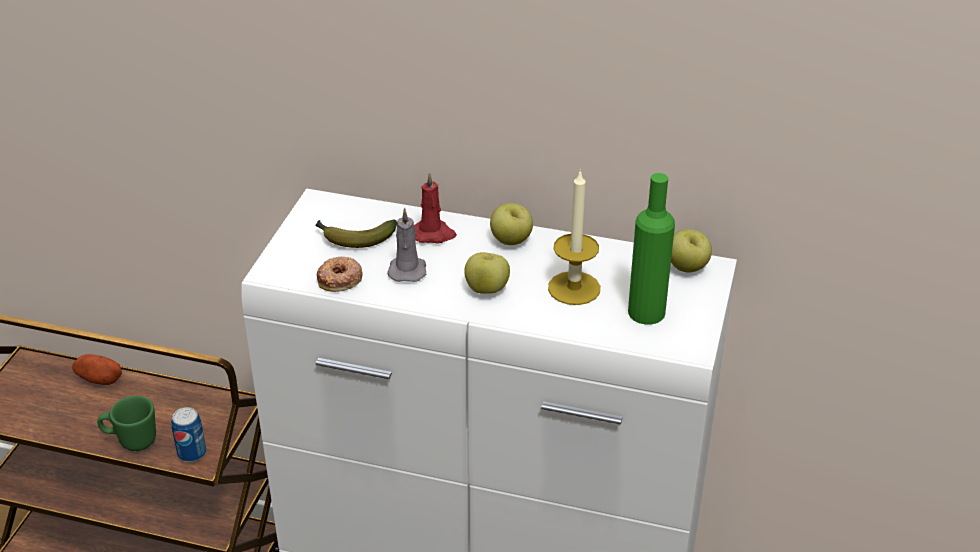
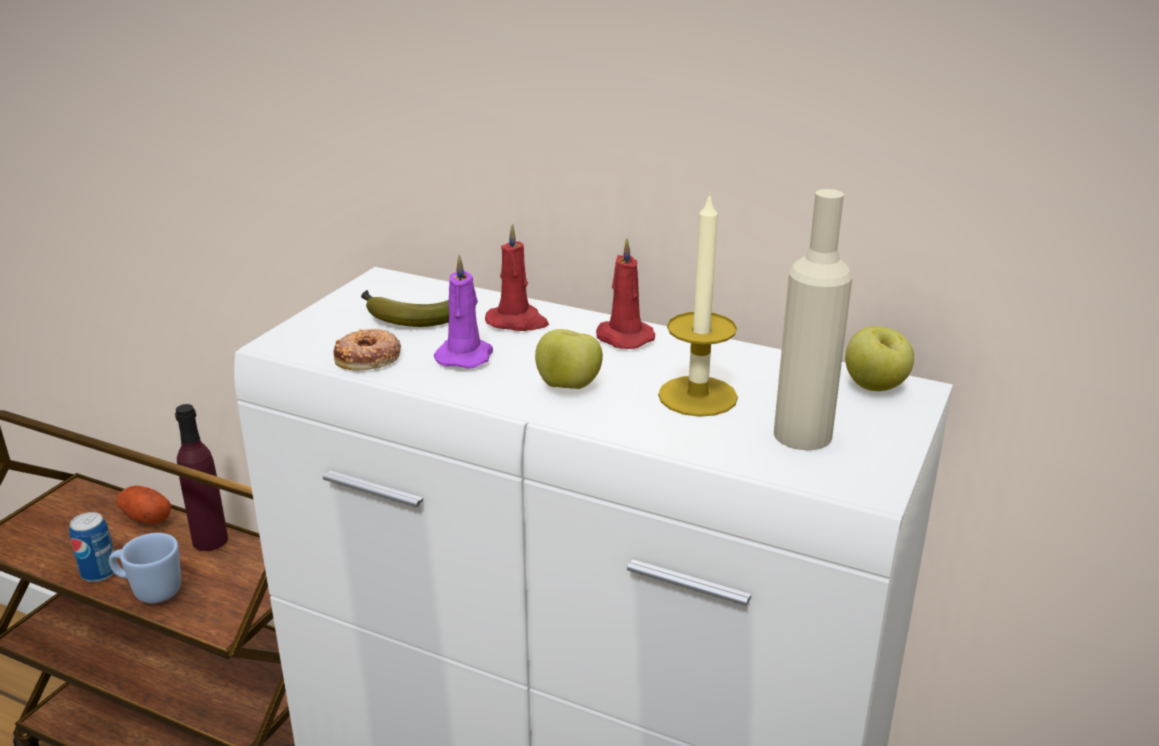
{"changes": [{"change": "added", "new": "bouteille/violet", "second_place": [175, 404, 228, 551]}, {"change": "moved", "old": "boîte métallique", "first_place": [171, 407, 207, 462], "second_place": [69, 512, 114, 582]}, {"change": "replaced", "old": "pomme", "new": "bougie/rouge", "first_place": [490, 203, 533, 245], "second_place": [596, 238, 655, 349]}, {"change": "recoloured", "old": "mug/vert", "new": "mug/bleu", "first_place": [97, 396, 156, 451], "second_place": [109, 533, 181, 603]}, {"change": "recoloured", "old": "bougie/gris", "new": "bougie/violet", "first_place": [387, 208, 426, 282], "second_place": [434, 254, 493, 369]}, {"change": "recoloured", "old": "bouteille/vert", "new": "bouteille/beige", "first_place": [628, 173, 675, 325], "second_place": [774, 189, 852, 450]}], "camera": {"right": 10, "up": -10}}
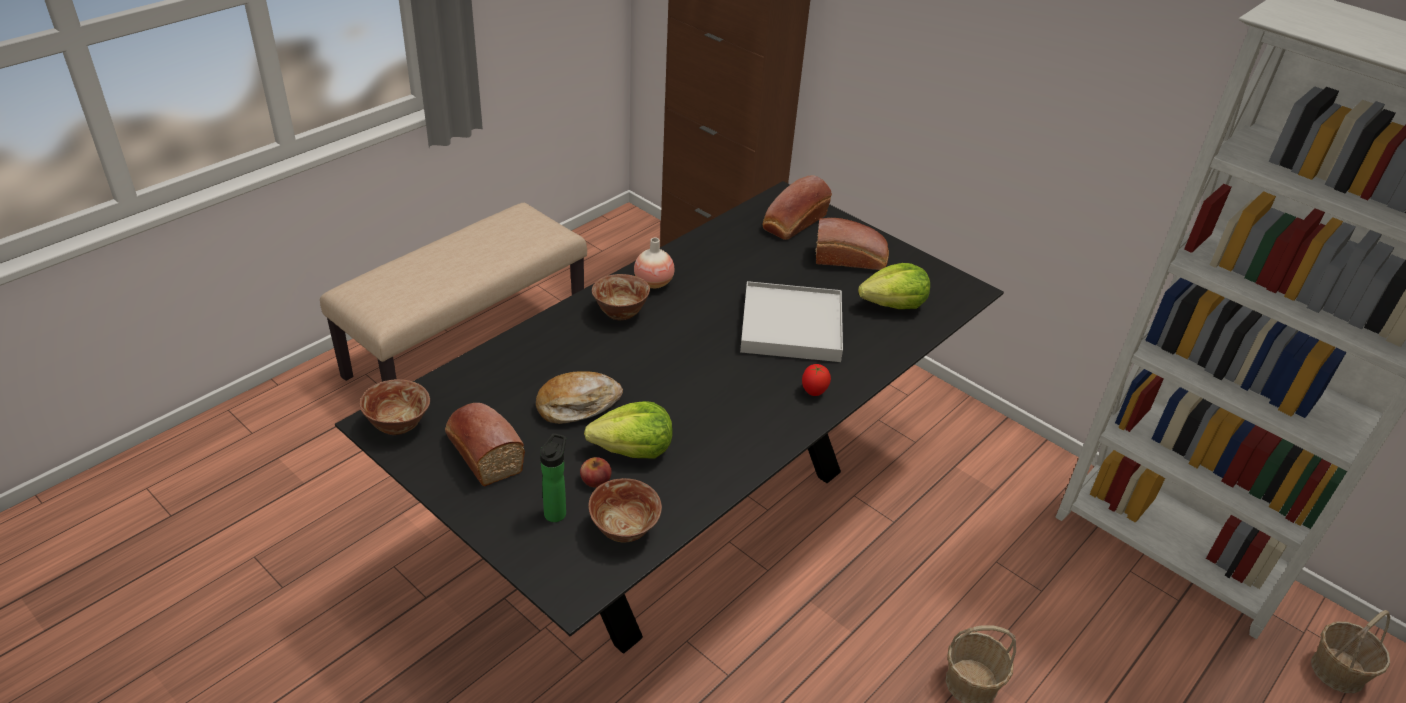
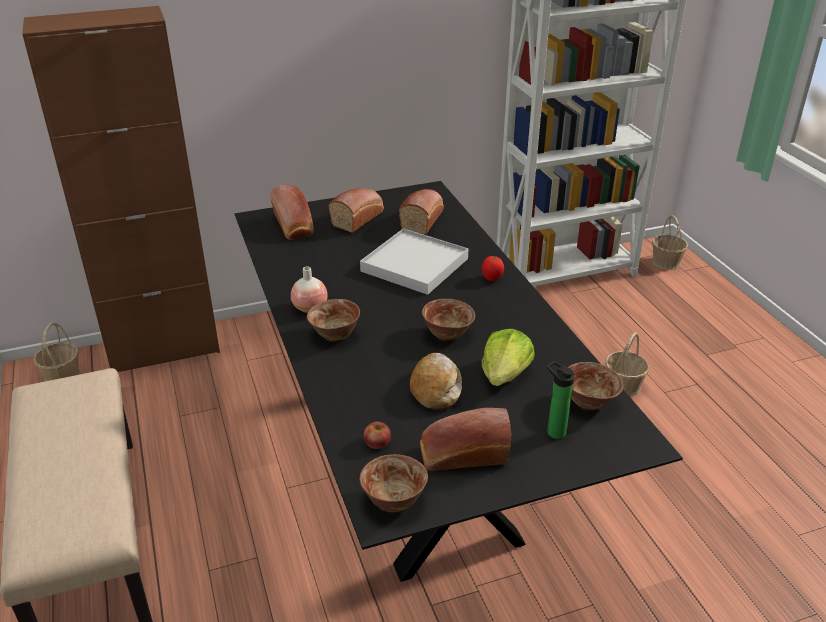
{"changes": [{"change": "added", "new": "panier", "second_place": [33, 322, 81, 381]}, {"change": "added", "new": "bol", "second_place": [422, 299, 475, 341]}, {"change": "moved", "old": "pomme", "first_place": [580, 457, 612, 487], "second_place": [363, 421, 391, 449]}, {"change": "replaced", "old": "laitue", "new": "pain", "first_place": [858, 263, 930, 309], "second_place": [399, 189, 444, 235]}], "camera": {"right": -60, "up": -5}}
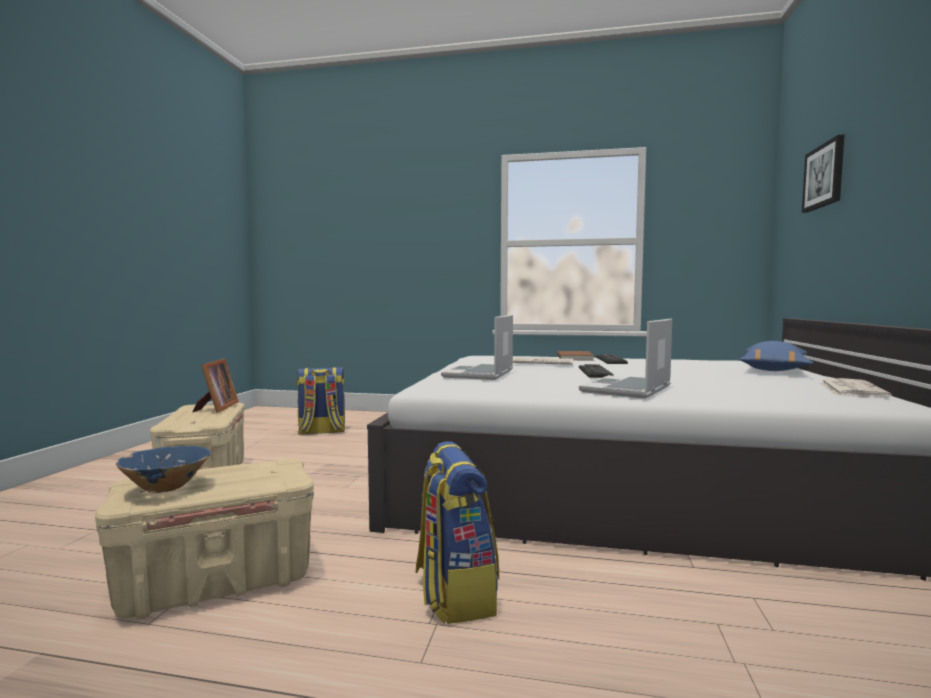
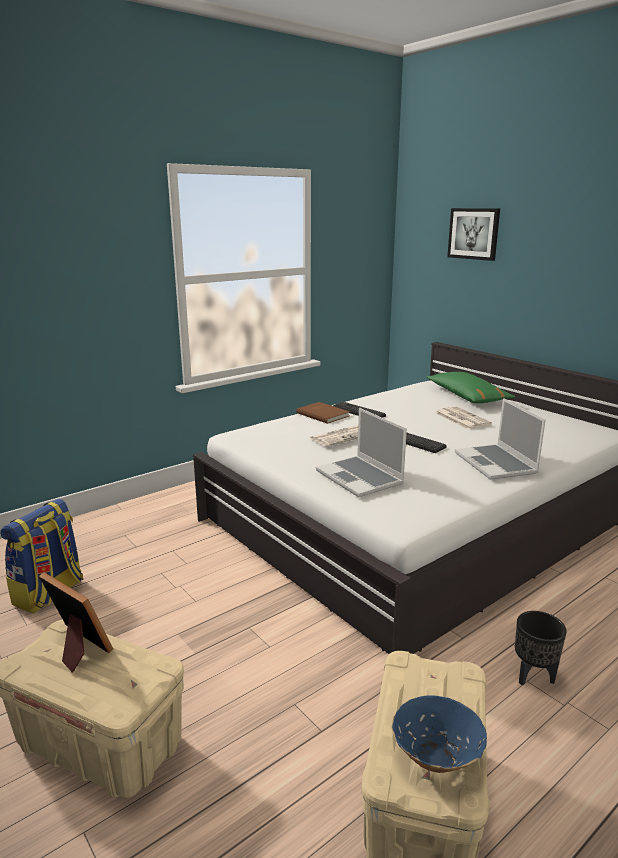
{"changes": [{"change": "moved", "old": "journal", "first_place": [819, 378, 892, 398], "second_place": [436, 406, 492, 429]}, {"change": "replaced", "old": "sac à dos", "new": "cache-pot/noir", "first_place": [416, 441, 499, 624], "second_place": [515, 611, 567, 686]}, {"change": "recoloured", "old": "coussin/bleu", "new": "coussin/vert", "first_place": [739, 341, 813, 371], "second_place": [427, 372, 515, 404]}], "camera": {"right": -50, "up": 15}}
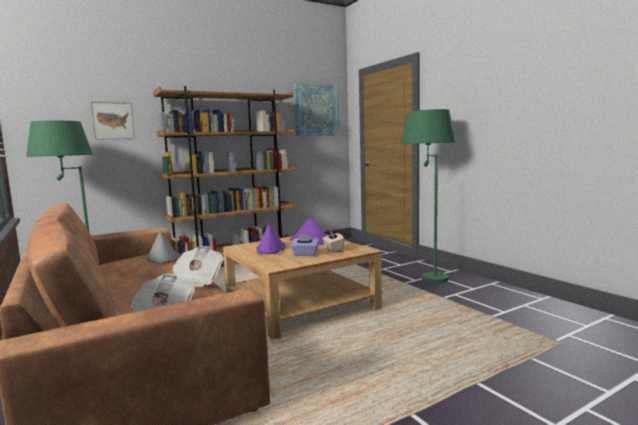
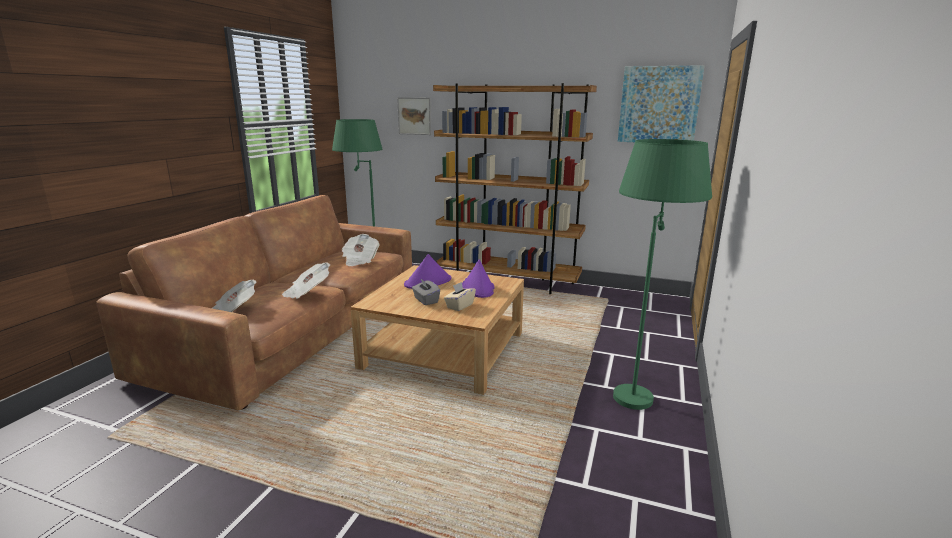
{"changes": [{"change": "replaced", "old": "chapeau/gris", "new": "journal", "first_place": [146, 230, 178, 264], "second_place": [342, 234, 380, 266]}, {"change": "recoloured", "old": "boîte à mouchoirs/violet", "new": "boîte à mouchoirs/gris", "first_place": [291, 235, 319, 256], "second_place": [412, 279, 440, 305]}], "camera": {"right": 50, "up": 10}}
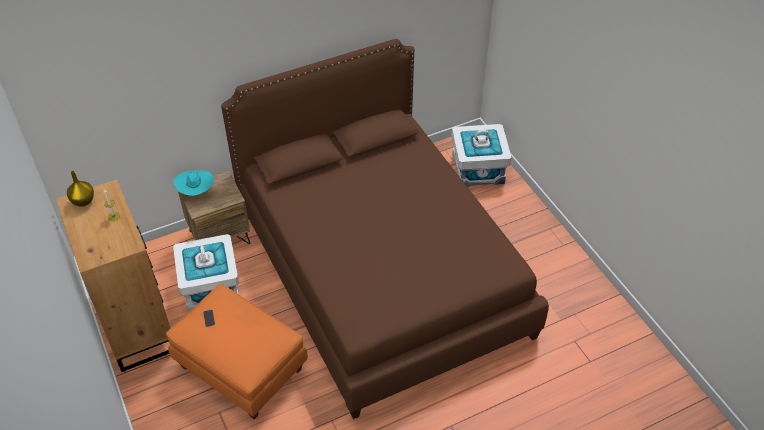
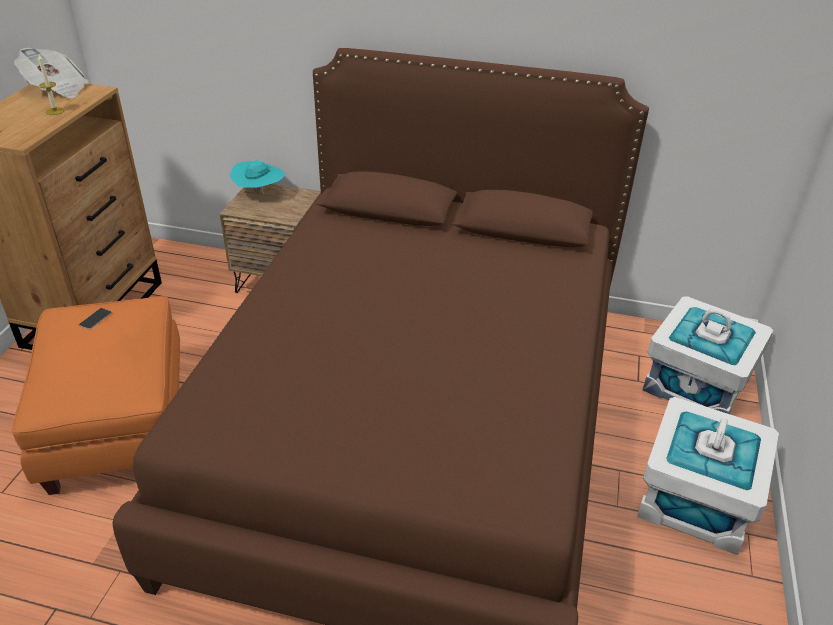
{"changes": [{"change": "moved", "old": "boîte de rangement/blanc", "first_place": [173, 234, 239, 312], "second_place": [637, 397, 779, 555]}, {"change": "replaced", "old": "vase/jaune", "new": "journal", "first_place": [67, 171, 94, 206], "second_place": [14, 48, 89, 98]}], "camera": {"right": 40, "up": -10}}
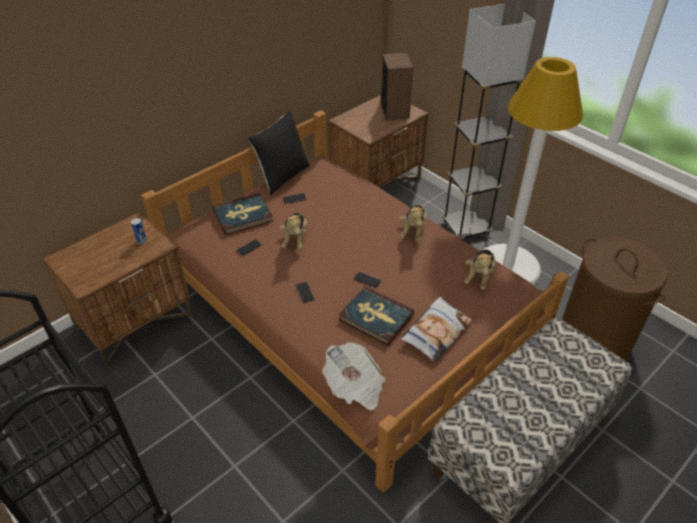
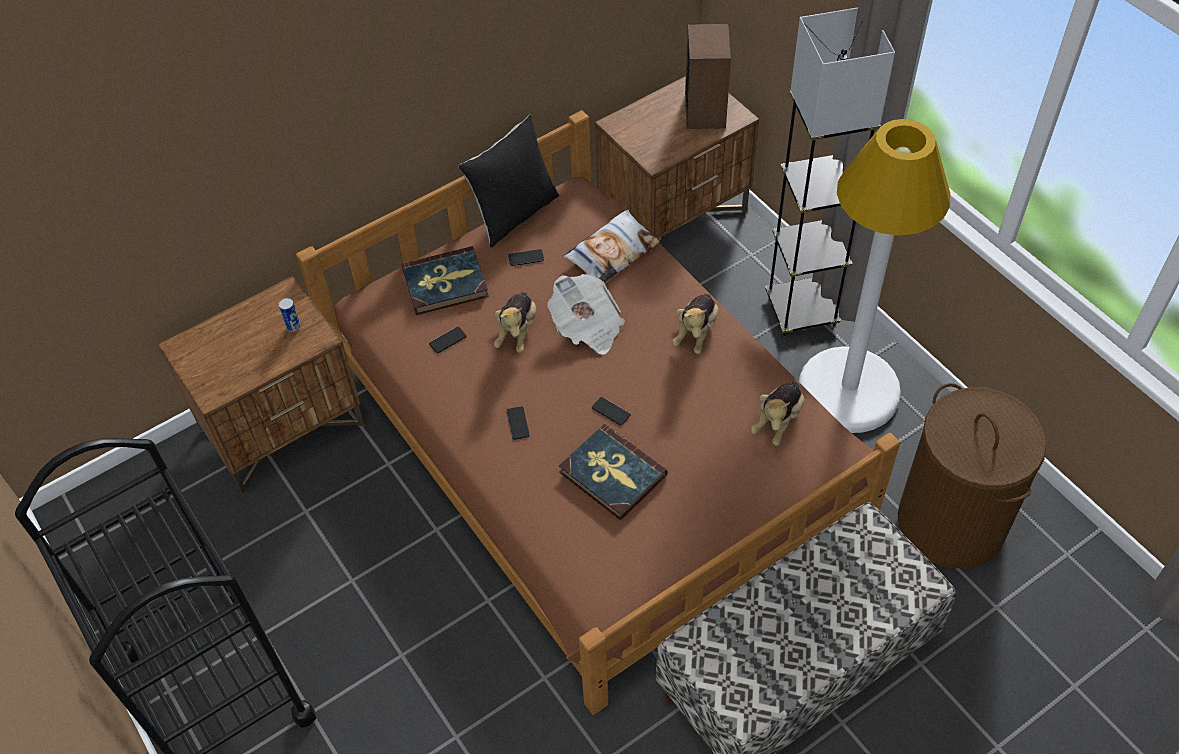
{"changes": [{"change": "moved", "old": "journal", "first_place": [322, 342, 386, 410], "second_place": [548, 274, 625, 355]}, {"change": "moved", "old": "coussin", "first_place": [400, 297, 473, 362], "second_place": [563, 210, 661, 282]}], "camera": {"right": 10, "up": 10}}
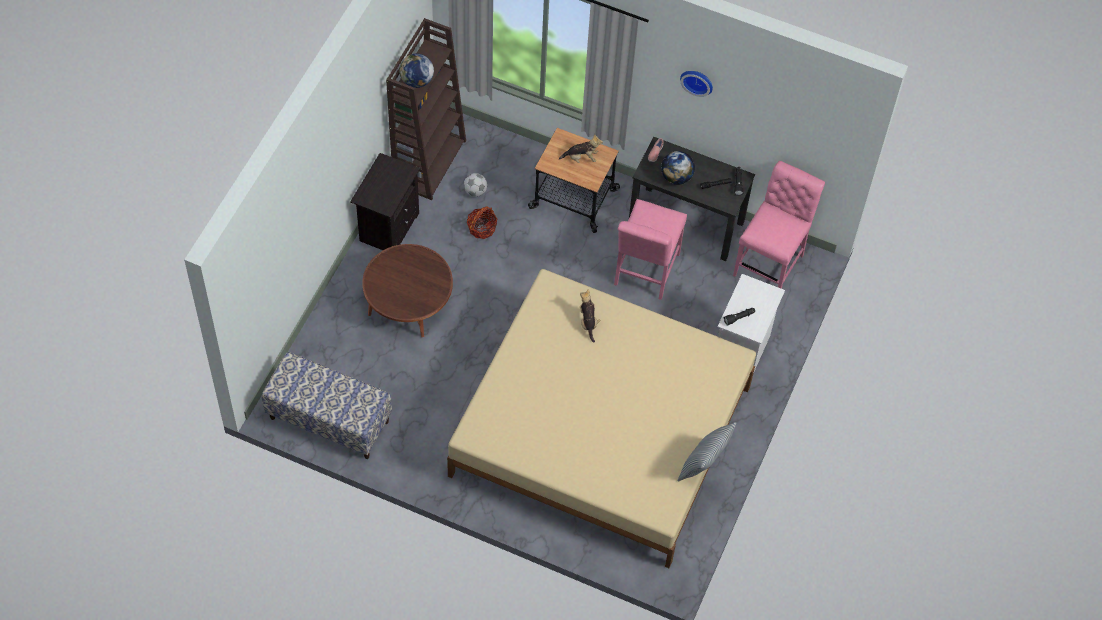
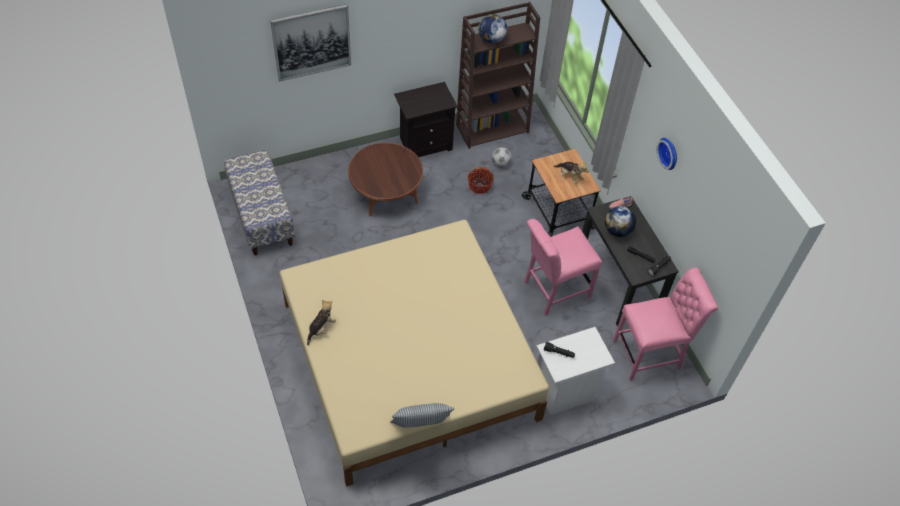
{"changes": [{"change": "added", "new": "tableau", "second_place": [270, 4, 351, 82]}, {"change": "moved", "old": "peluche", "first_place": [580, 289, 600, 343], "second_place": [307, 300, 336, 345]}], "camera": {"right": 45, "up": -5}}
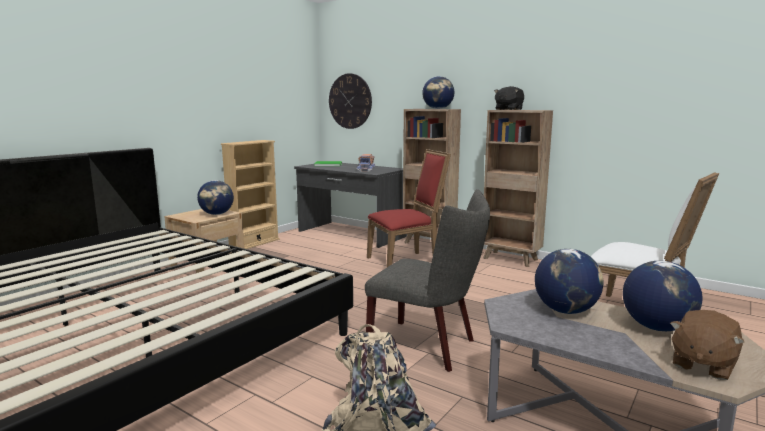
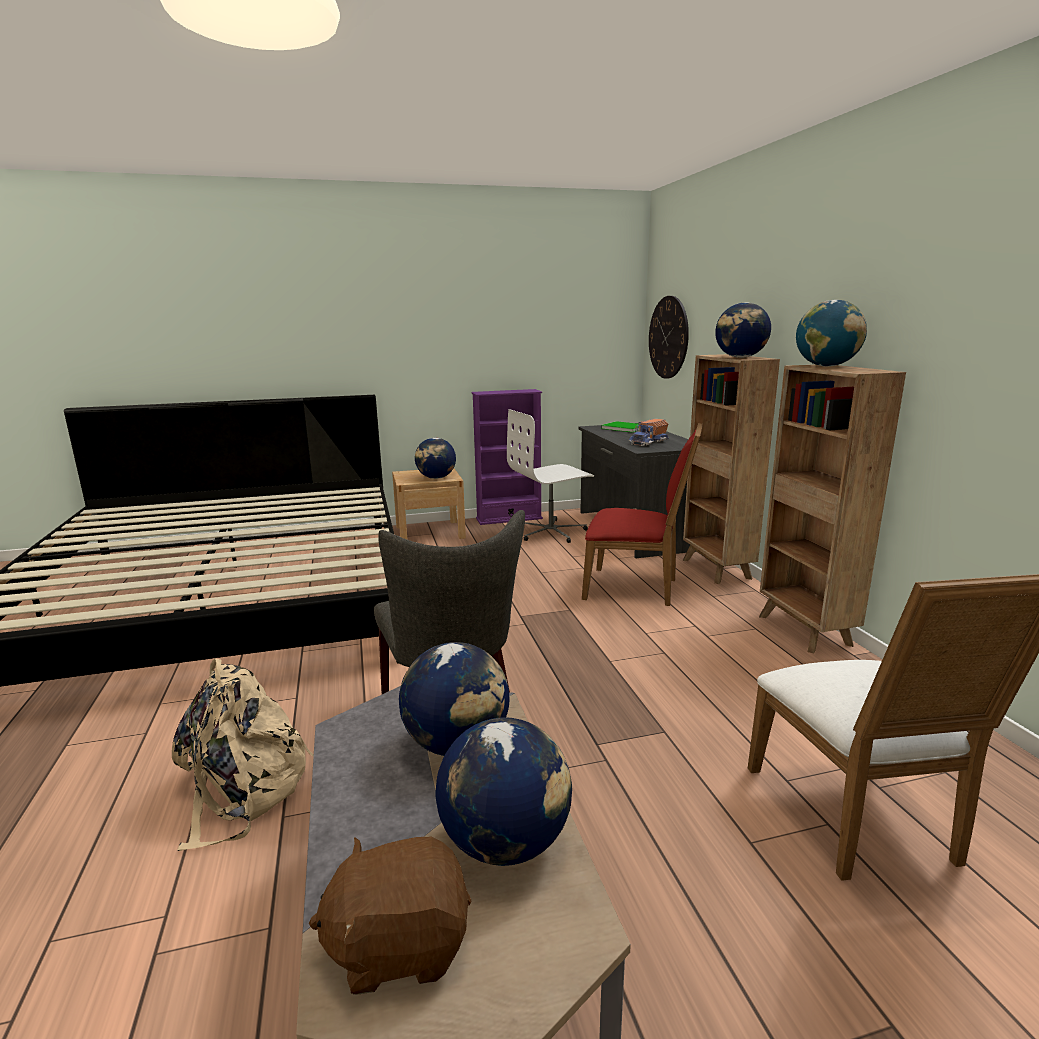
{"changes": [{"change": "added", "new": "chaise de bureau/blanc", "second_place": [507, 409, 594, 543]}, {"change": "replaced", "old": "peluche/noir", "new": "globe", "first_place": [494, 86, 524, 110], "second_place": [796, 300, 867, 367]}, {"change": "recoloured", "old": "bibliothèque/beige", "new": "bibliothèque/violet", "first_place": [221, 140, 280, 249], "second_place": [471, 389, 543, 525]}], "camera": {"right": 40, "up": 5}}
